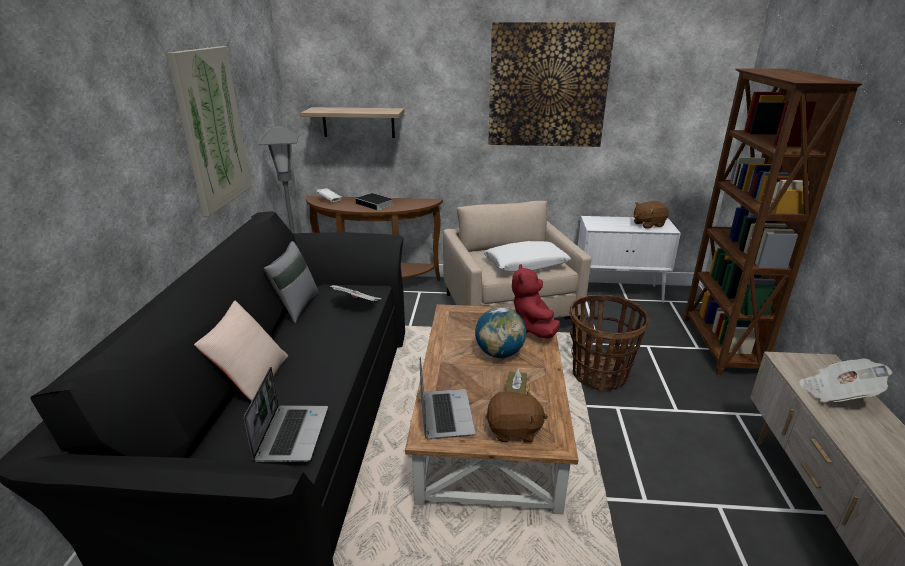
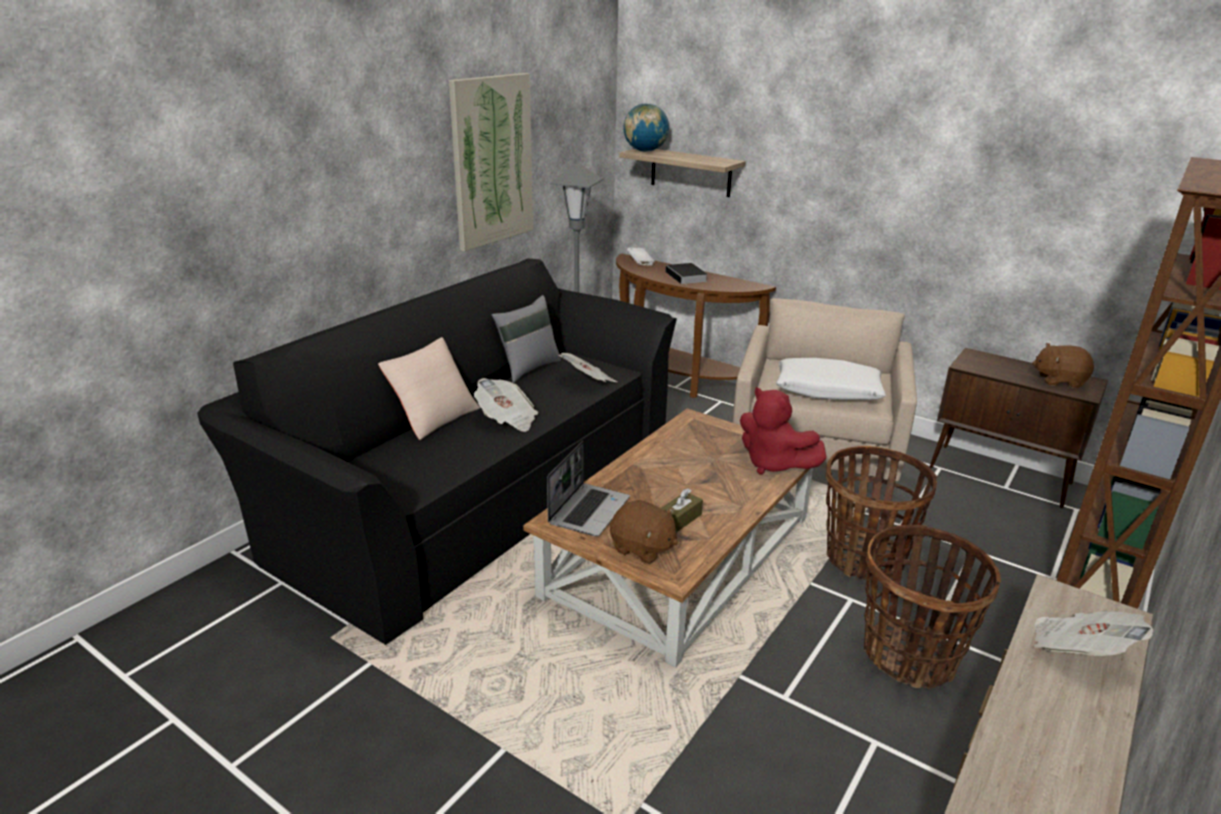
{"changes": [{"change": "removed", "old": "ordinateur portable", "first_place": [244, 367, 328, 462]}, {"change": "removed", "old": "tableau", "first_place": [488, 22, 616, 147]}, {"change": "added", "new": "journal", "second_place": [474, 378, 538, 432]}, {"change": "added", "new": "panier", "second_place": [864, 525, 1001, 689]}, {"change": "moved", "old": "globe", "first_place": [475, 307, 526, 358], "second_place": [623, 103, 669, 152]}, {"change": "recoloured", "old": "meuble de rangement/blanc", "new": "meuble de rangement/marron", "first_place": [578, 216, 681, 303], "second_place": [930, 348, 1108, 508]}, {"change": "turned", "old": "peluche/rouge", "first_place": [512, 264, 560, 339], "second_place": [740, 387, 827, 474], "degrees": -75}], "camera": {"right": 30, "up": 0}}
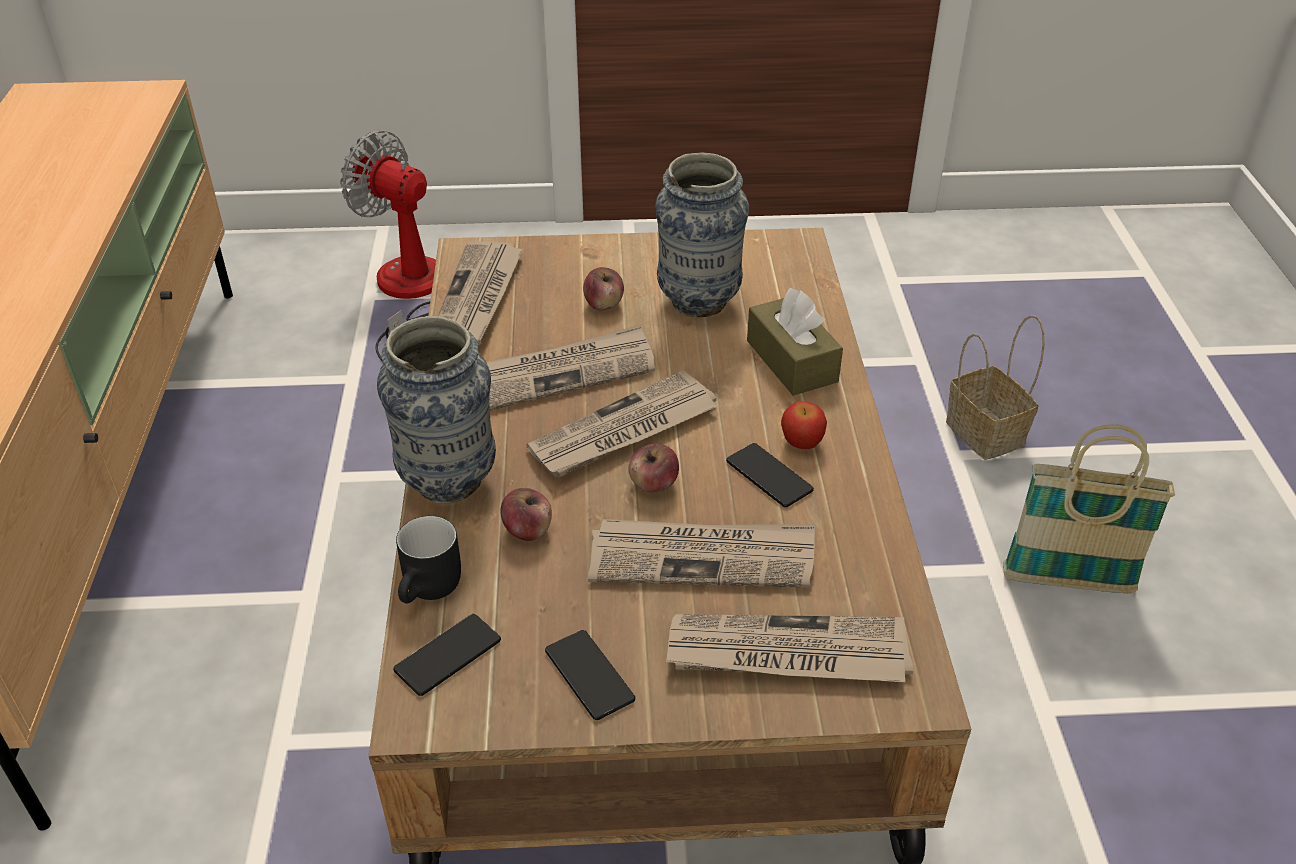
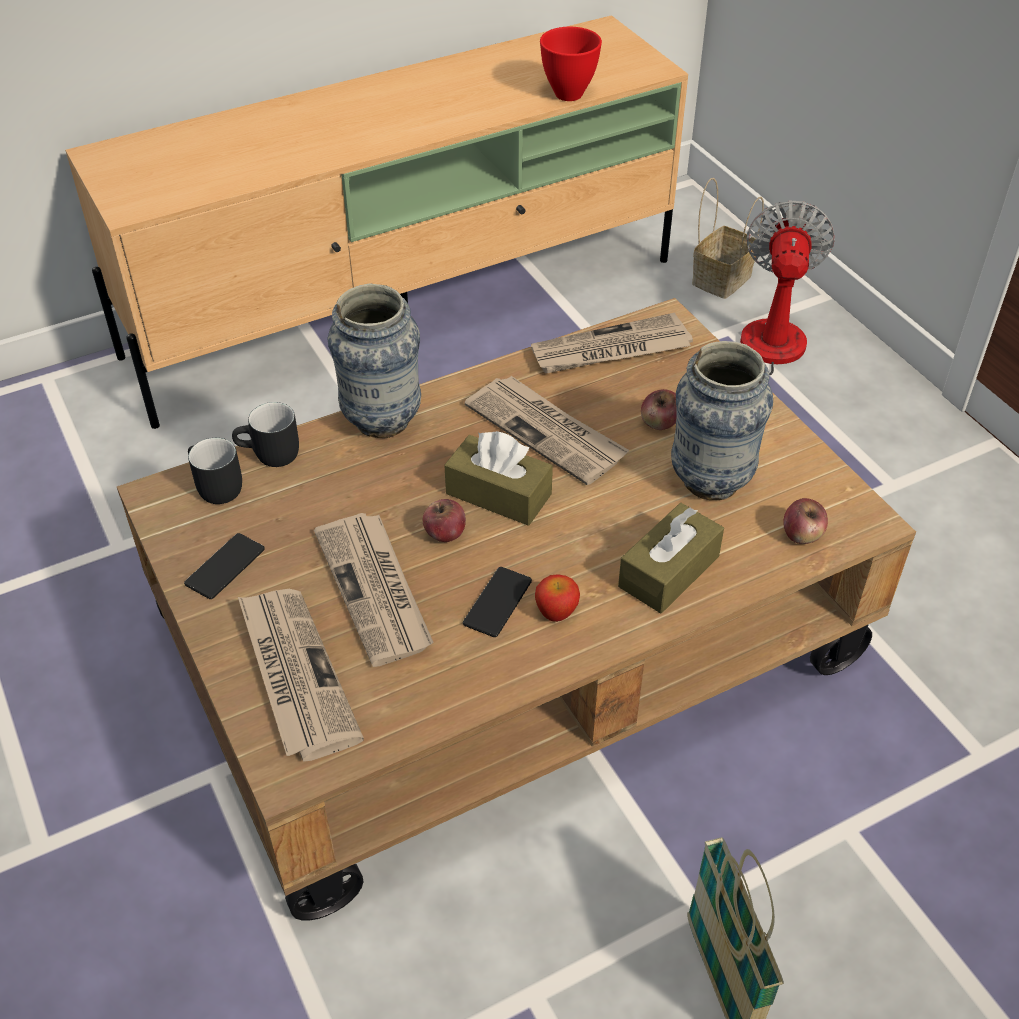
{"changes": [{"change": "added", "new": "bol/rouge", "second_place": [540, 27, 602, 101]}, {"change": "moved", "old": "pomme", "first_place": [500, 488, 552, 541], "second_place": [784, 498, 828, 544]}, {"change": "moved", "old": "panier", "first_place": [946, 315, 1045, 460], "second_place": [692, 178, 764, 299]}, {"change": "replaced", "old": "téléphone", "new": "mug/noir", "first_place": [393, 614, 501, 696], "second_place": [188, 438, 242, 504]}, {"change": "replaced", "old": "journal", "new": "boîte à mouchoirs/marron", "first_place": [526, 370, 717, 477], "second_place": [444, 431, 553, 526]}], "camera": {"right": 65, "up": 5}}
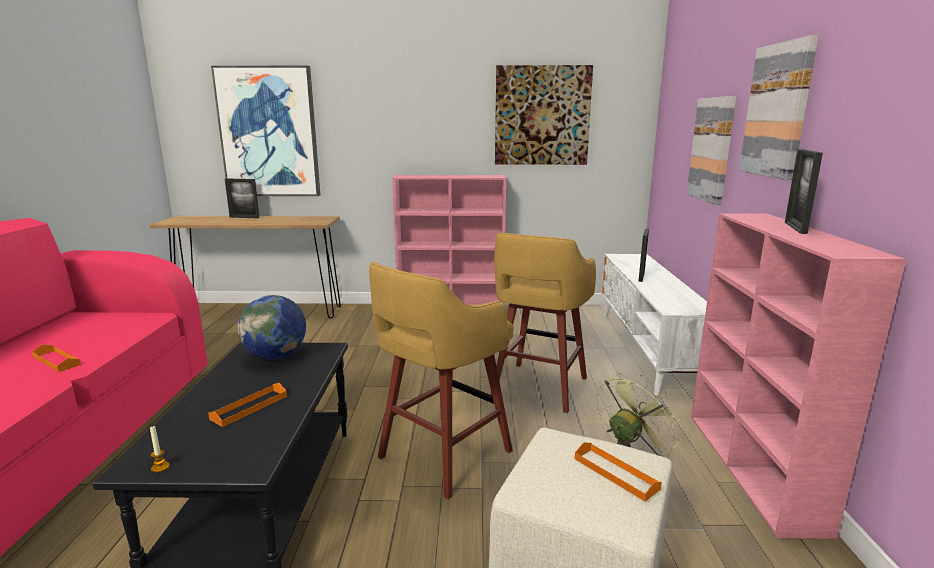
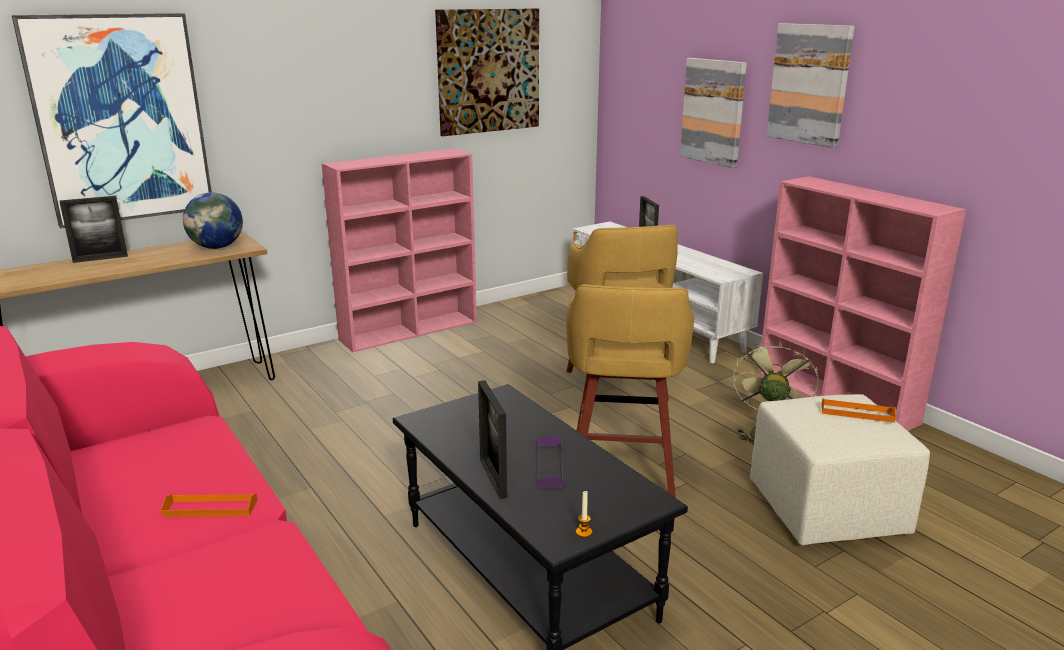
{"changes": [{"change": "moved", "old": "globe", "first_place": [238, 295, 306, 360], "second_place": [183, 192, 243, 249]}, {"change": "moved", "old": "cadre photo", "first_place": [785, 149, 823, 234], "second_place": [478, 380, 507, 499]}, {"change": "recoloured", "old": "plateau/orange", "new": "plateau/violet", "first_place": [208, 383, 287, 427], "second_place": [537, 434, 563, 488]}], "camera": {"right": -35, "up": 5}}
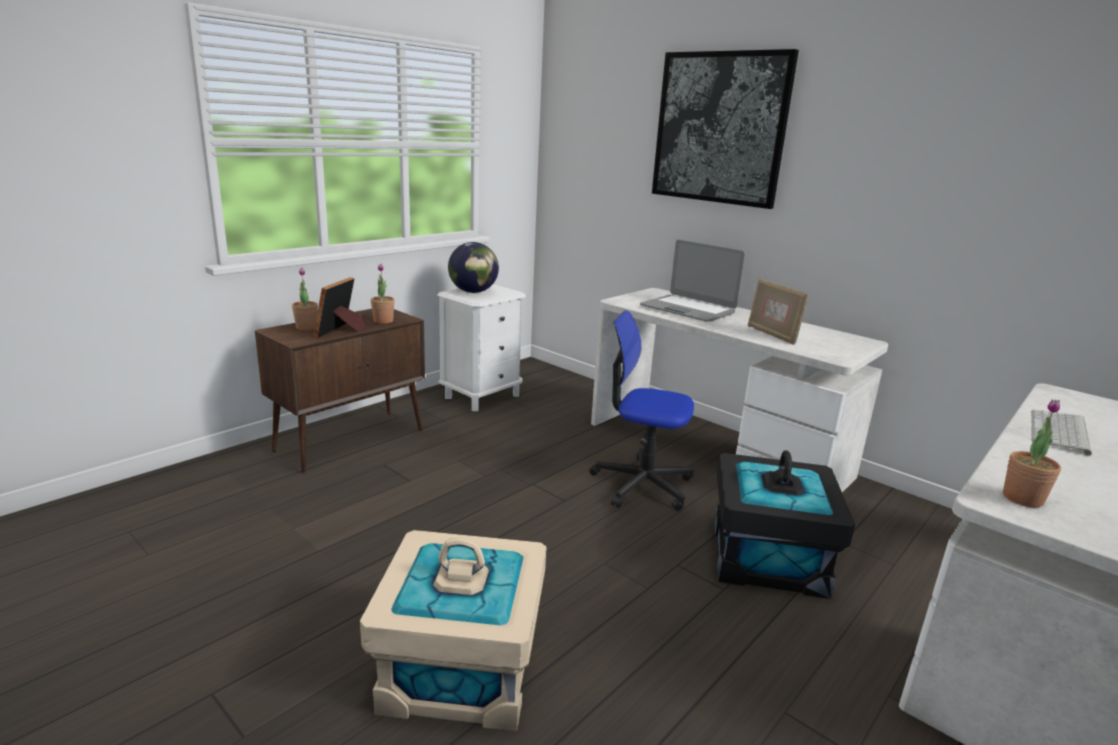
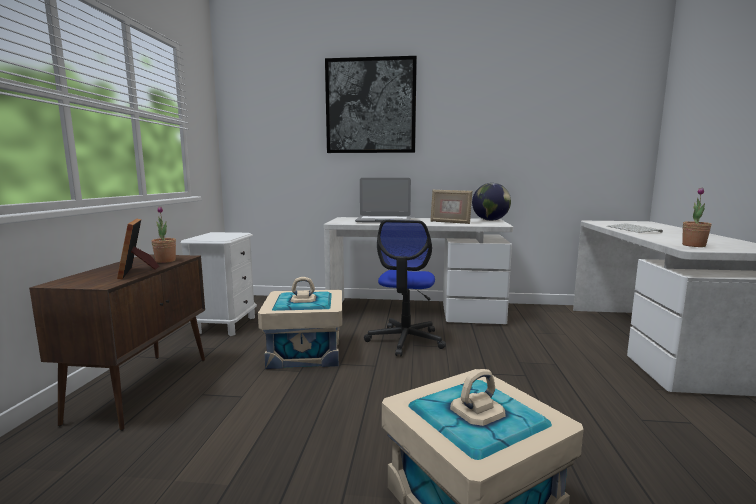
{"changes": [{"change": "removed", "old": "plante en pot", "first_place": [292, 268, 318, 330]}, {"change": "removed", "old": "boîte de rangement/noir", "first_place": [714, 450, 855, 599]}, {"change": "added", "new": "boîte de rangement/beige", "second_place": [258, 277, 342, 369]}, {"change": "moved", "old": "globe", "first_place": [448, 242, 499, 293], "second_place": [472, 183, 511, 221]}, {"change": "turned", "old": "chaise de bureau", "first_place": [589, 310, 694, 511], "second_place": [364, 220, 446, 357], "degrees": -60}], "camera": {"right": -35, "up": -10}}
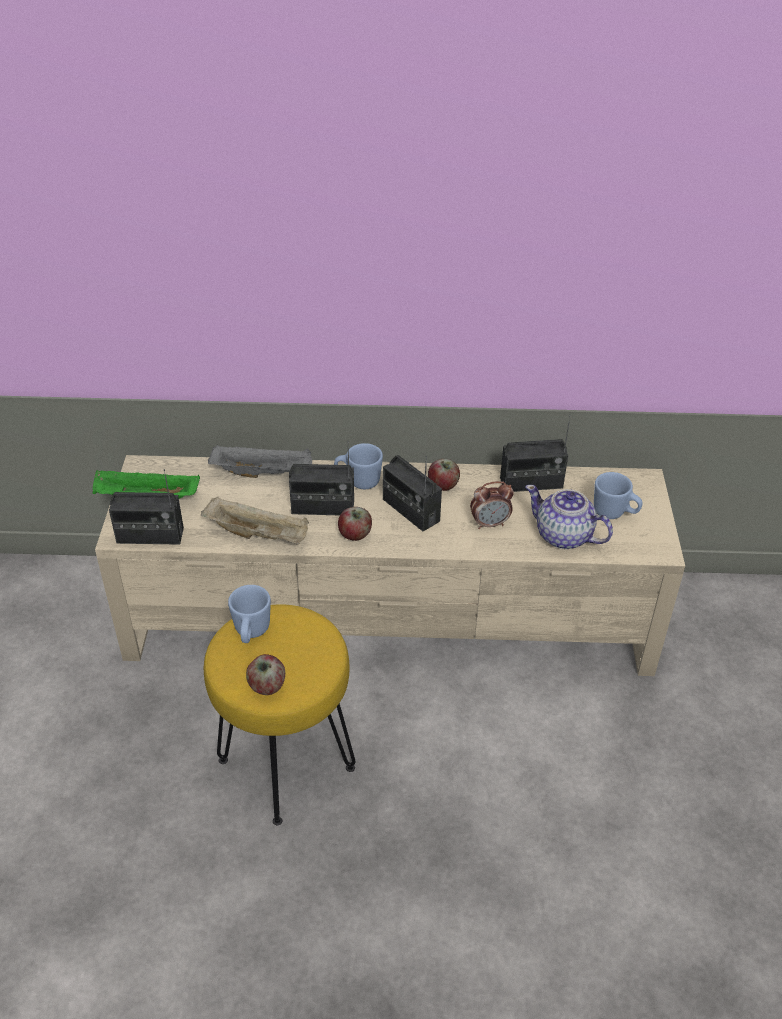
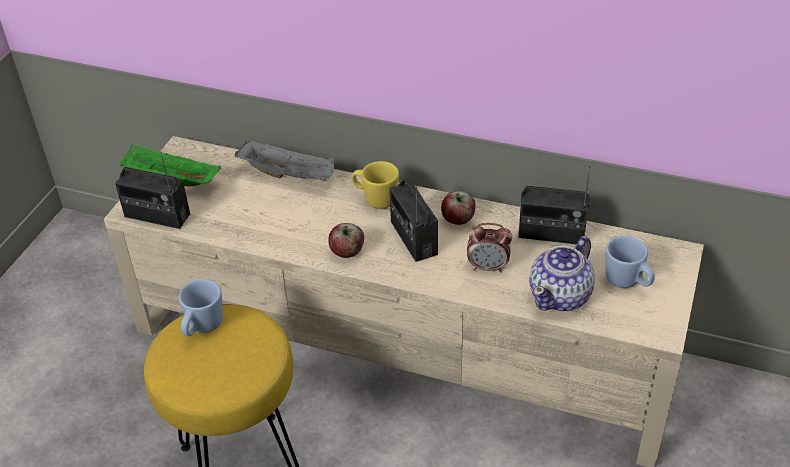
{"changes": [{"change": "removed", "old": "plateau/beige", "first_place": [201, 497, 309, 544]}, {"change": "removed", "old": "pomme", "first_place": [246, 654, 285, 695]}, {"change": "removed", "old": "radio", "first_place": [289, 441, 354, 515]}, {"change": "recoloured", "old": "mug/bleu", "new": "mug/jaune", "first_place": [334, 443, 383, 489], "second_place": [352, 161, 399, 209]}, {"change": "turned", "old": "théière", "first_place": [525, 485, 613, 549], "second_place": [529, 236, 595, 311], "degrees": -105}], "camera": {"right": 20, "up": 0}}
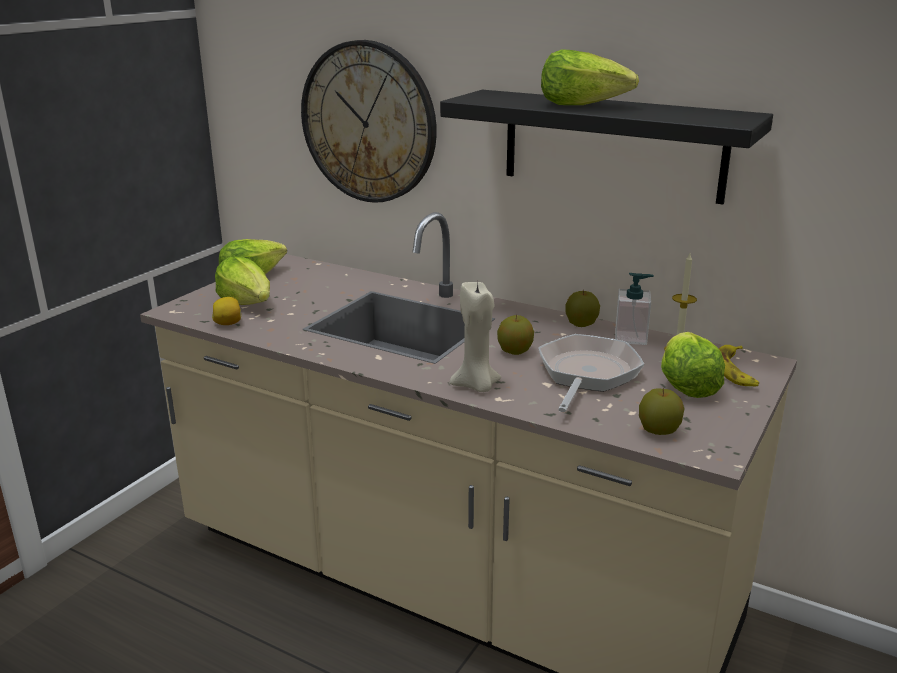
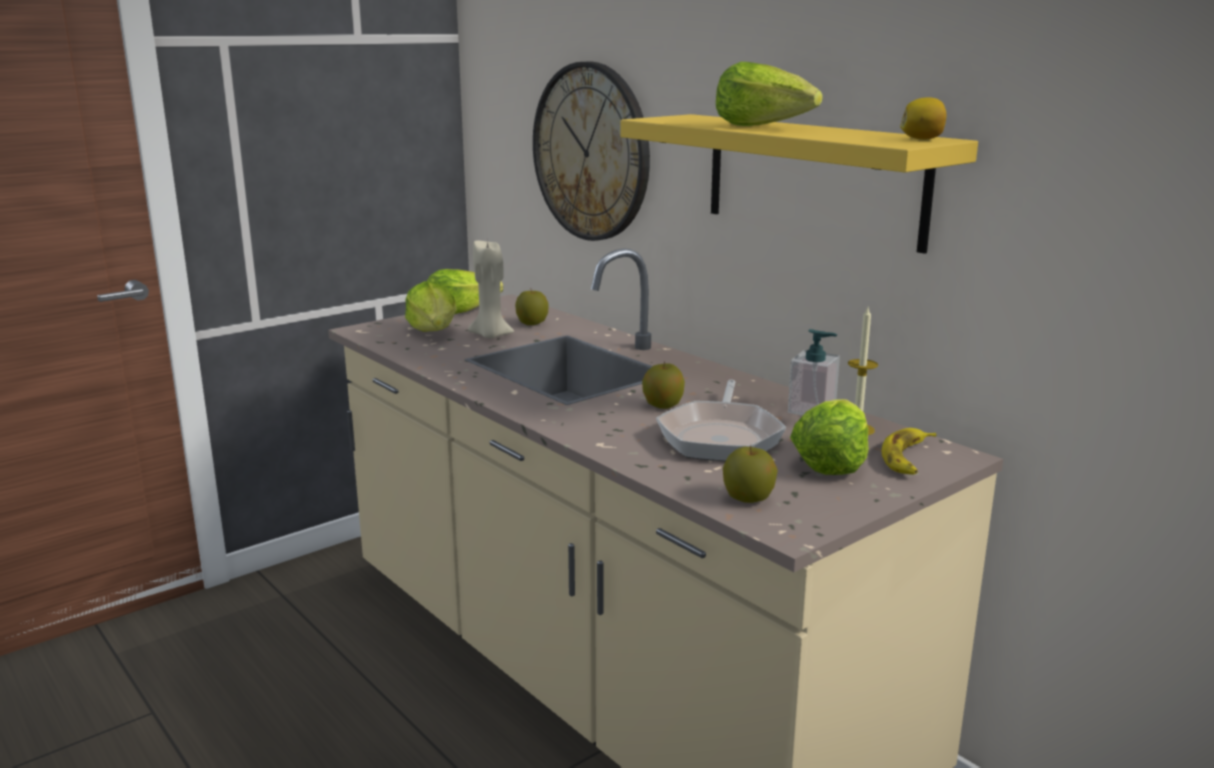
{"changes": [{"change": "moved", "old": "citron", "first_place": [212, 297, 241, 325], "second_place": [900, 97, 946, 140]}, {"change": "moved", "old": "bougie/beige", "first_place": [450, 282, 501, 392], "second_place": [468, 240, 514, 339]}, {"change": "moved", "old": "pomme", "first_place": [566, 290, 600, 327], "second_place": [515, 290, 549, 325]}, {"change": "recoloured", "old": "étagère/noir", "new": "étagère/jaune", "first_place": [440, 90, 773, 205], "second_place": [620, 114, 978, 254]}, {"change": "turned", "old": "poêle", "first_place": [538, 334, 644, 412], "second_place": [656, 380, 786, 461], "degrees": 150}], "camera": {"right": 20, "up": -5}}
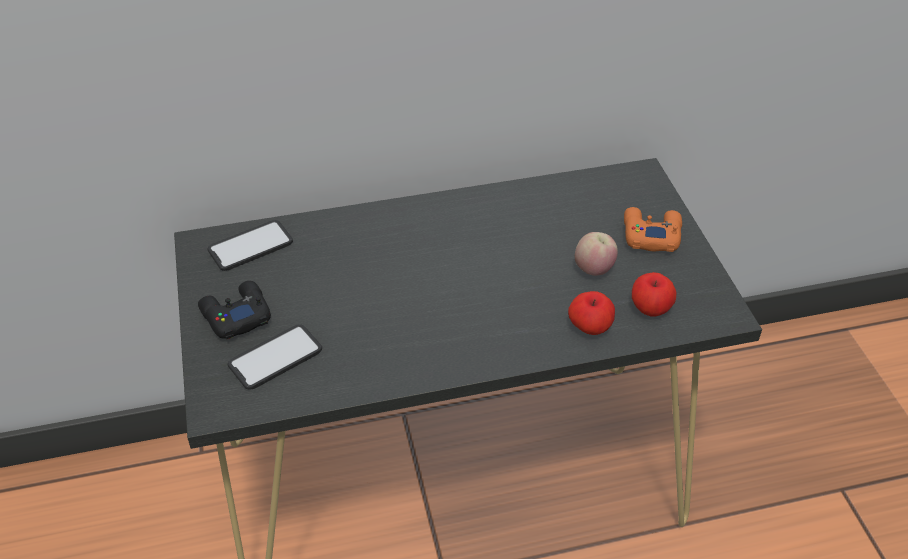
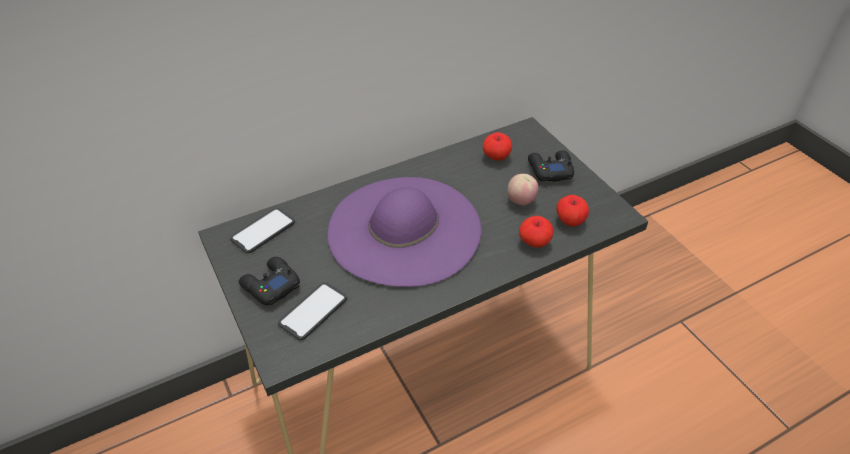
{"changes": [{"change": "added", "new": "chapeau/violet", "second_place": [327, 177, 481, 287]}, {"change": "added", "new": "pomme", "second_place": [483, 132, 512, 161]}, {"change": "recoloured", "old": "manette/orange", "new": "manette/noir", "first_place": [624, 207, 682, 252], "second_place": [528, 150, 574, 182]}], "camera": {"right": -15, "up": 0}}
